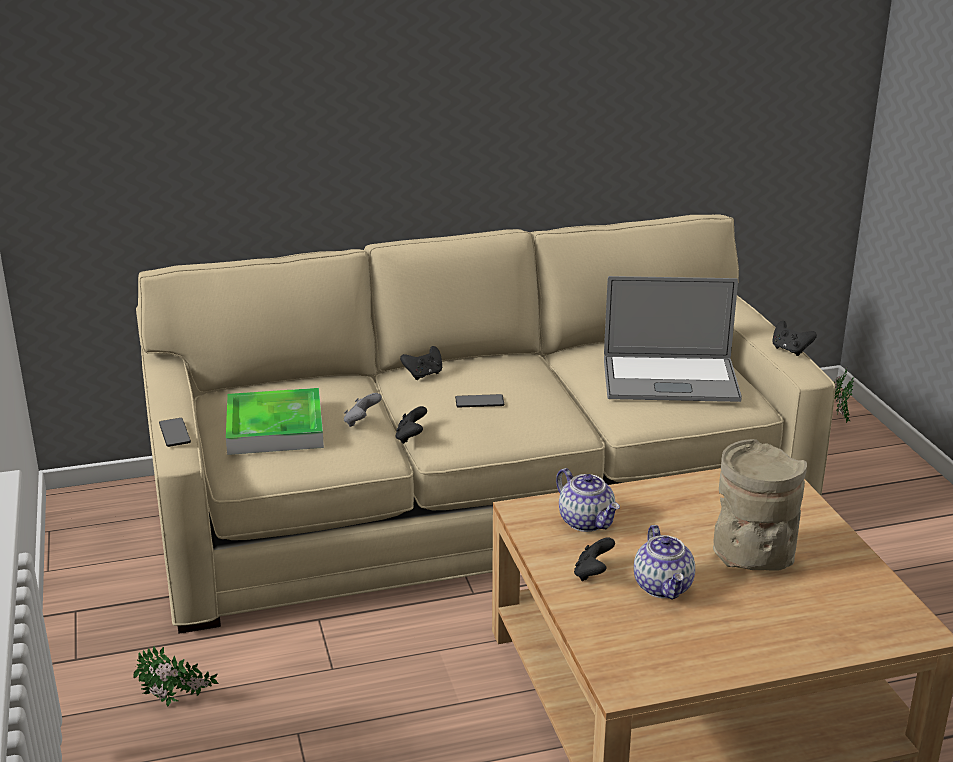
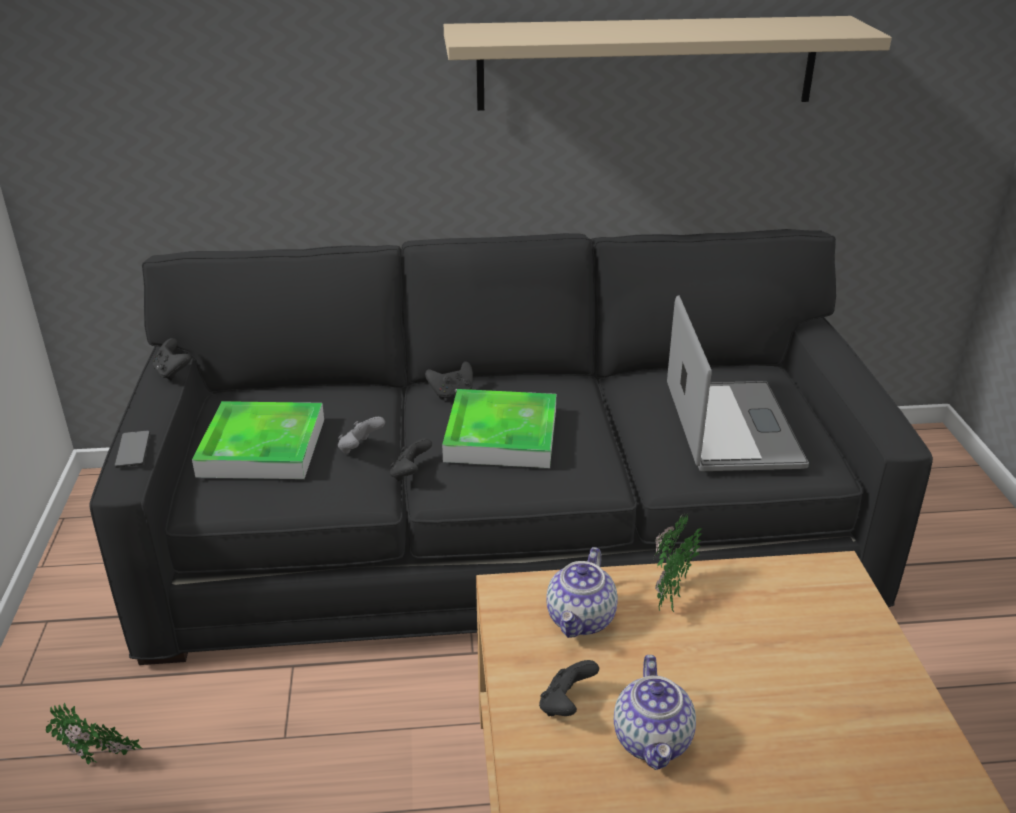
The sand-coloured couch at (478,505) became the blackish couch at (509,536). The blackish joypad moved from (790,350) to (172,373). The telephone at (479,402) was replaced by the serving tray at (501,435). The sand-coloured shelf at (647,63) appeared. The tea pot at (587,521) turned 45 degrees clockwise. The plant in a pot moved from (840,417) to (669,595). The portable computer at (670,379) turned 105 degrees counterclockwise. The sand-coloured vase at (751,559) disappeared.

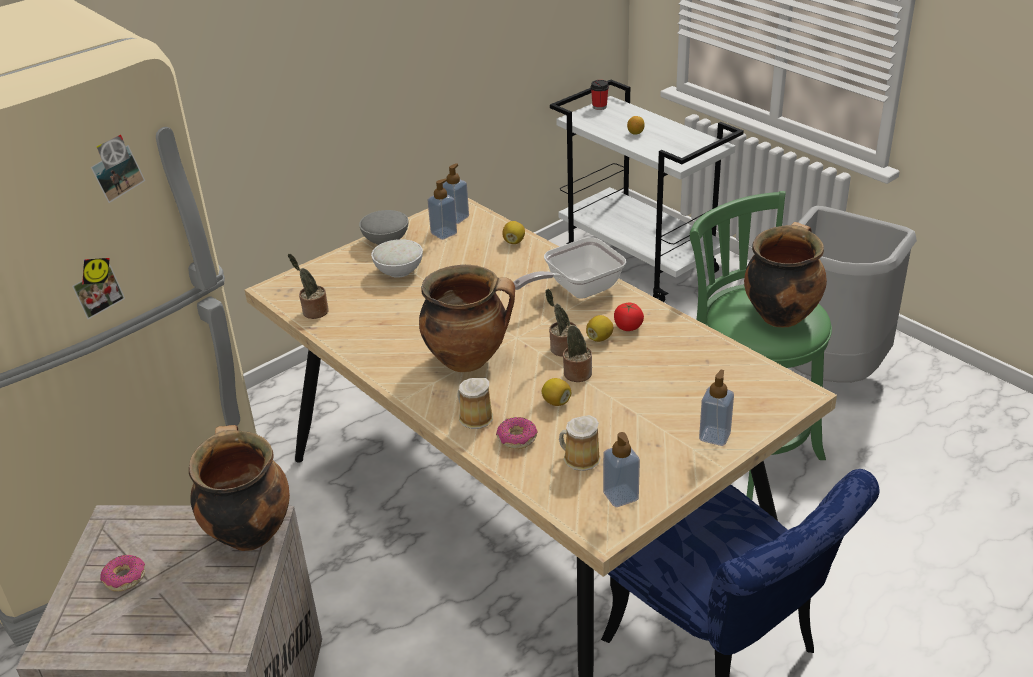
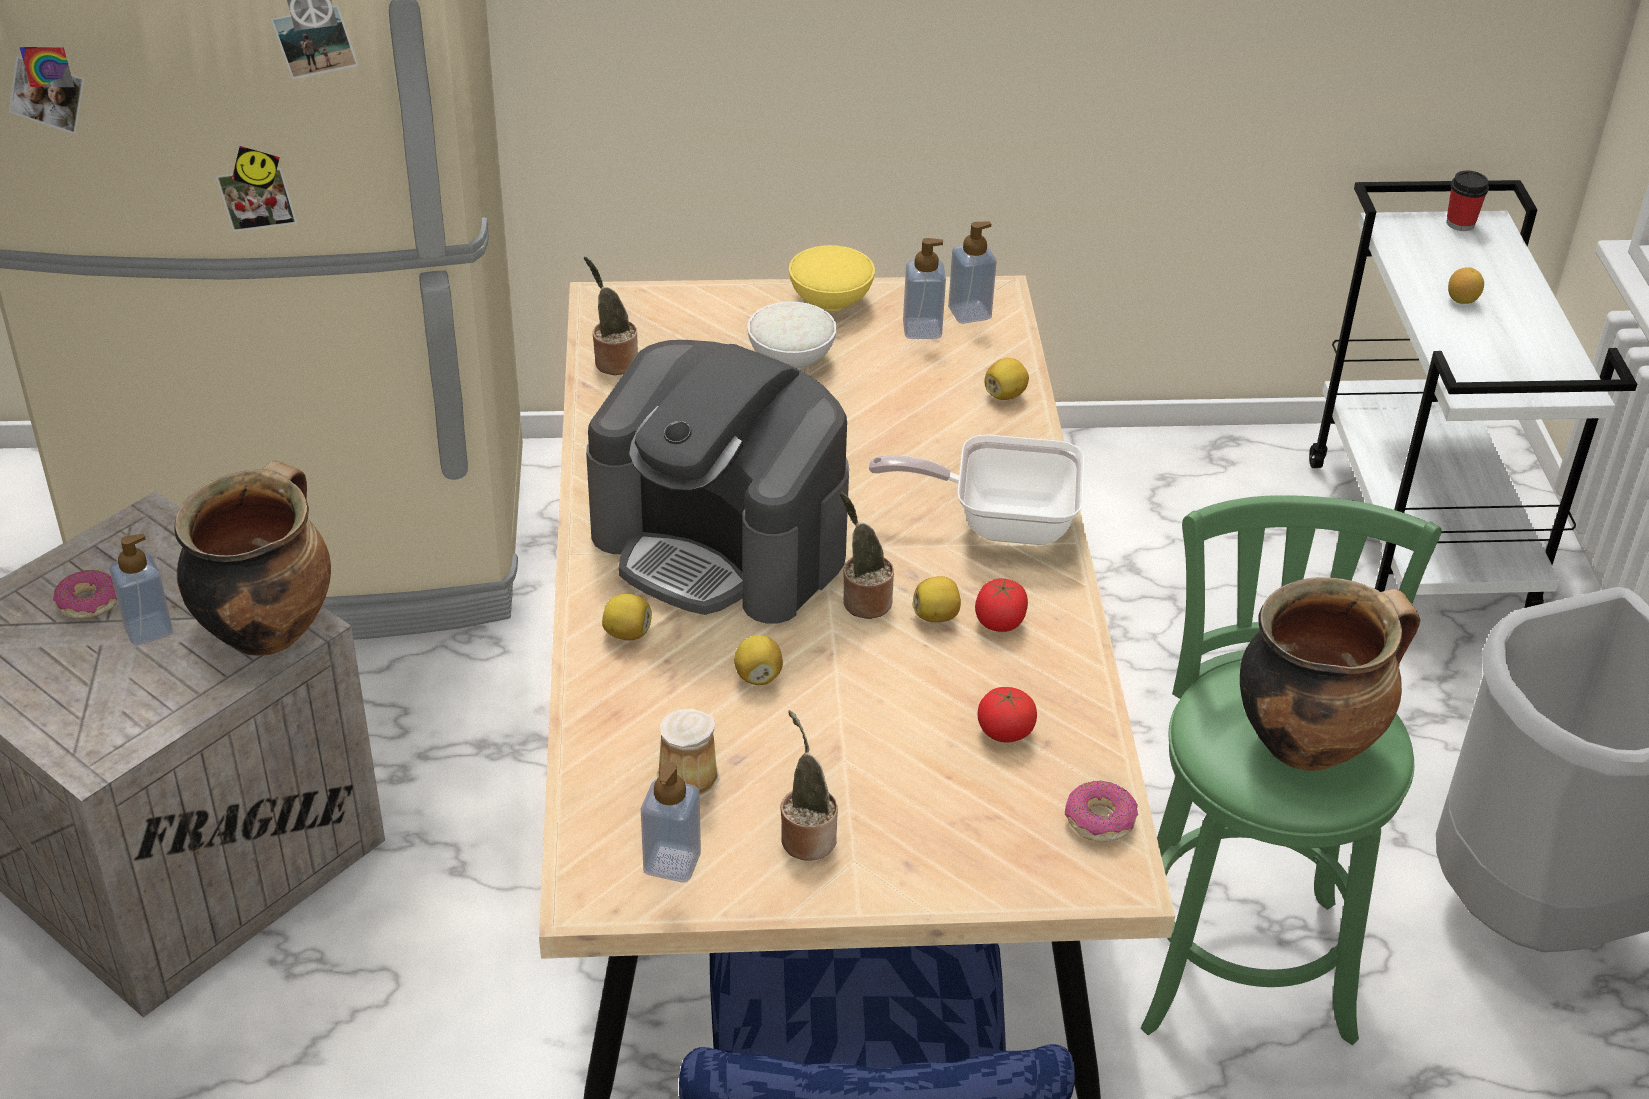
The soap dispenser moved from (714,436) to (148,629). The cooking pot at (469,359) was replaced by the coffee maker at (722,545). The tea mug at (474,417) was replaced by the whole lemon at (627,633). The plant in a pot moved from (575,373) to (806,837). The greyish deep dish at (385,240) became the yellowish deep dish at (830,299). The fresh tomato at (1005,732) appeared. The ring doughnut moved from (516,438) to (1099,820).

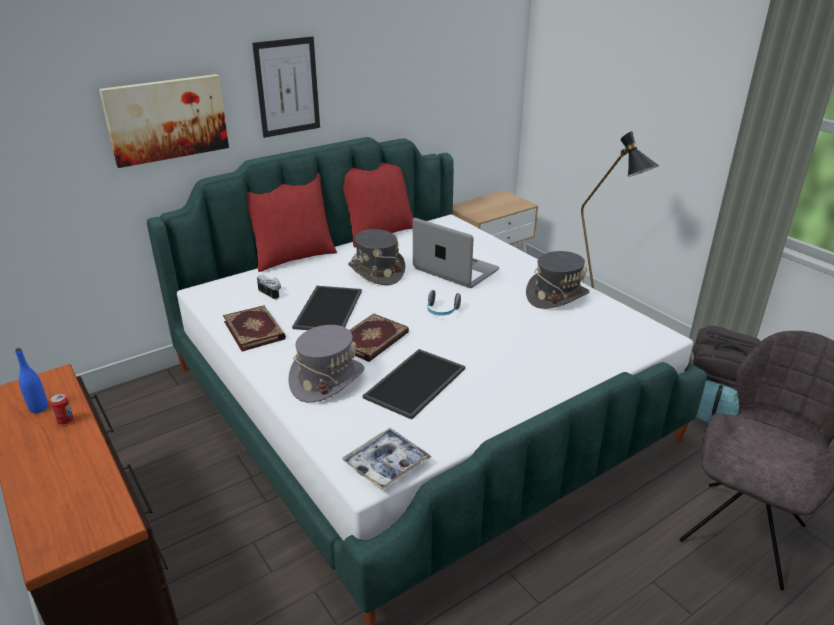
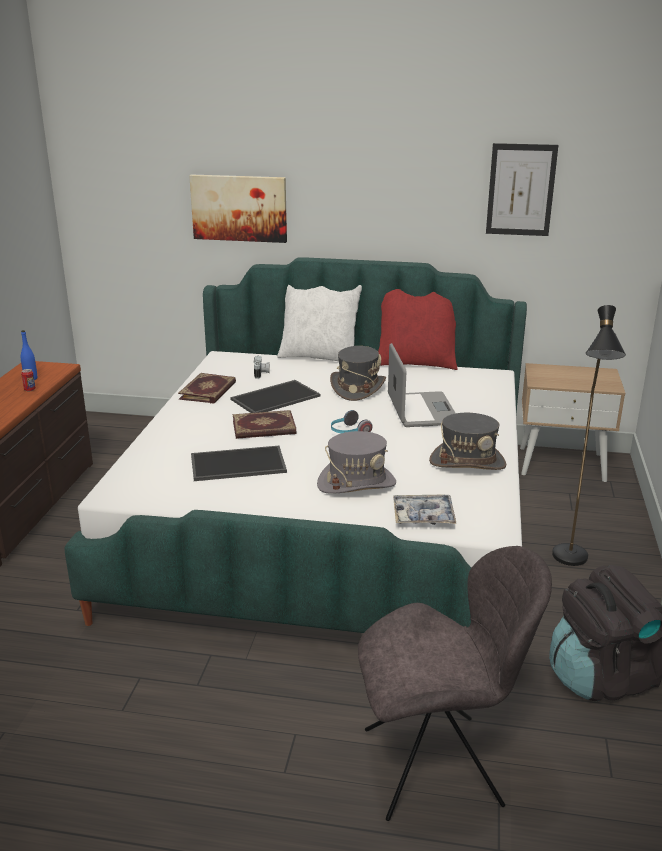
The reddish pillow at (293,257) became the white pillow at (319,357). The greyish clothing hat moved from (327,379) to (356,483). The serving tray moved from (386,464) to (423,516). The wall picture moved from (287,87) to (521,190).

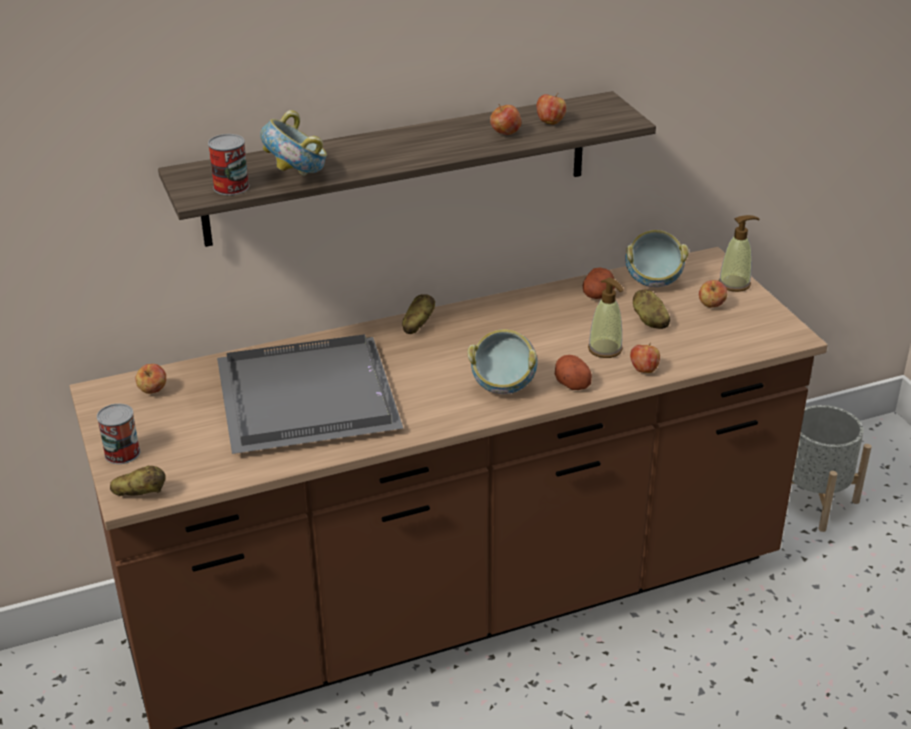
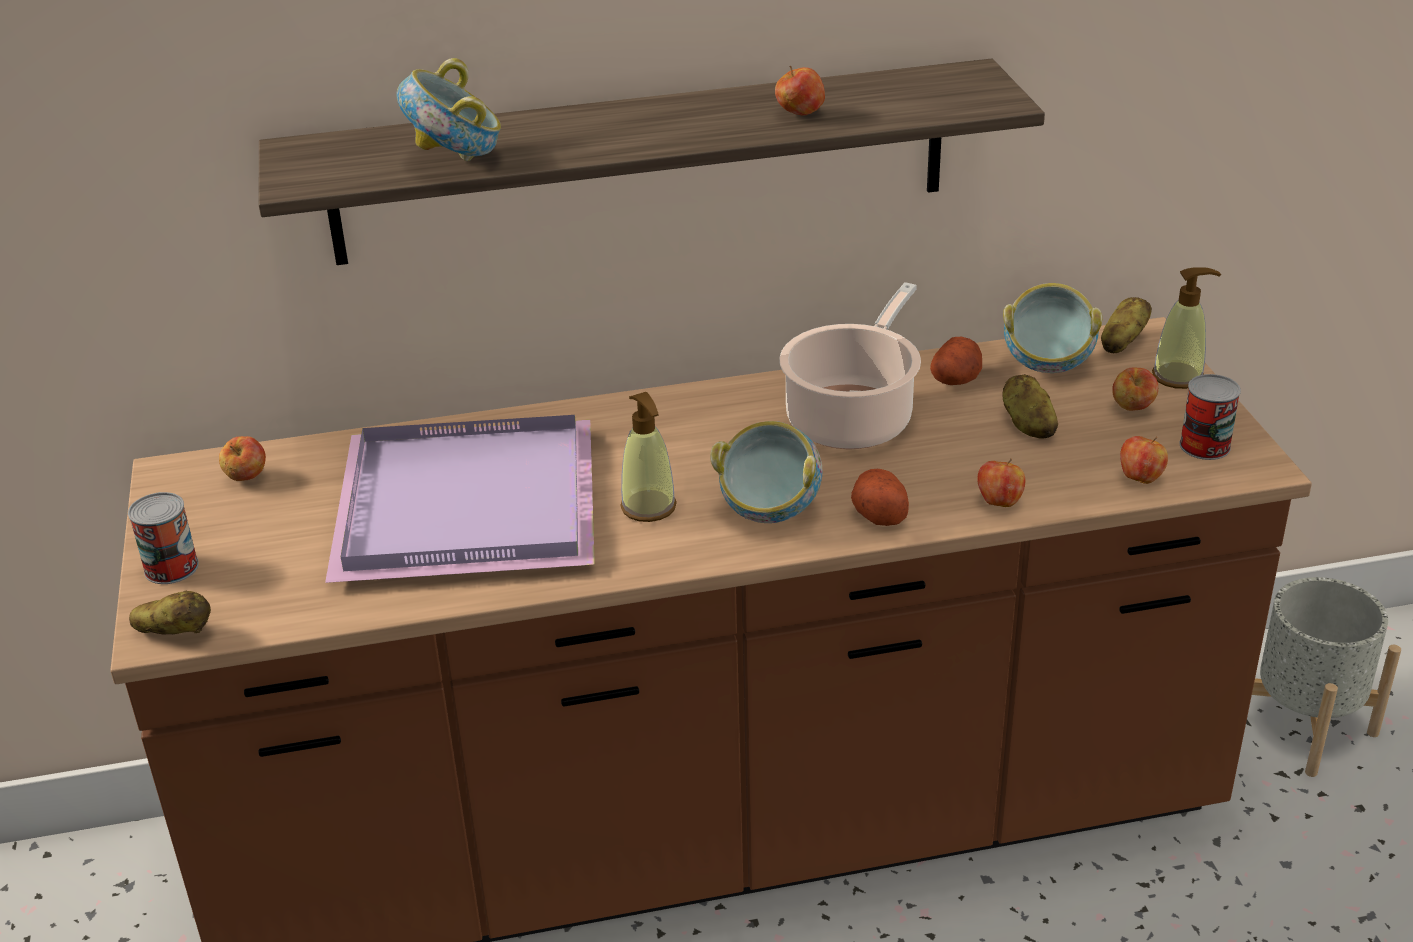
The greyish serving tray at (311,399) became the purple serving tray at (472,508). The soap dispenser moved from (605,349) to (649,507). The cooking pot at (853,417) appeared. The spud moved from (417,325) to (1122,342). The apple fruit moved from (550,122) to (1140,478). The sealed can moved from (231,187) to (1204,446).

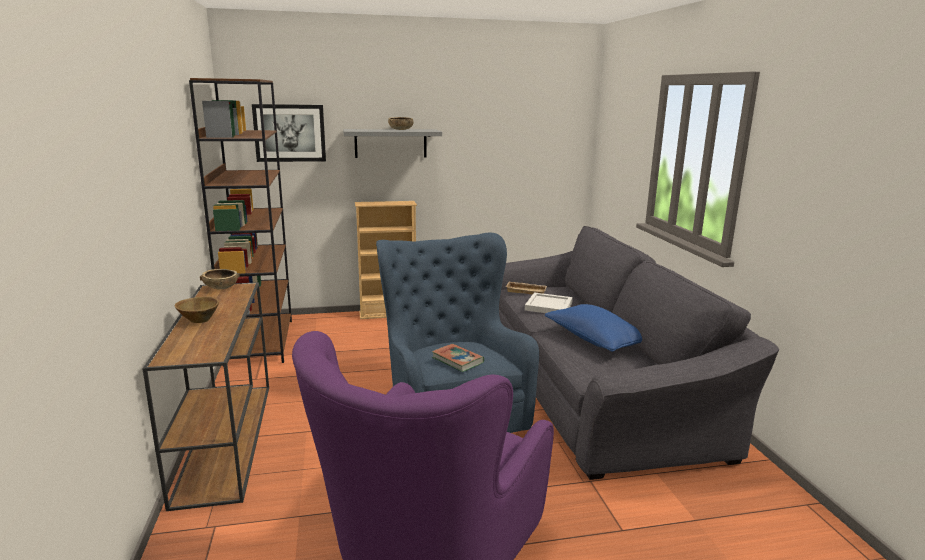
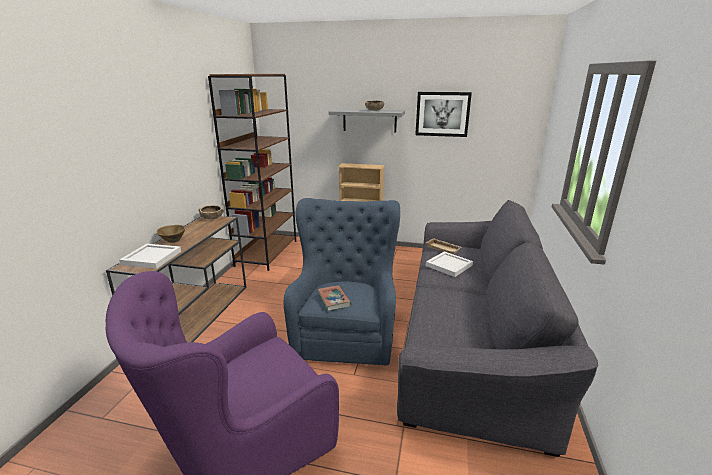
The white serving tray at (152,258) appeared. The wall picture moved from (290,133) to (442,114). The blue pillow at (595,340) disappeared.

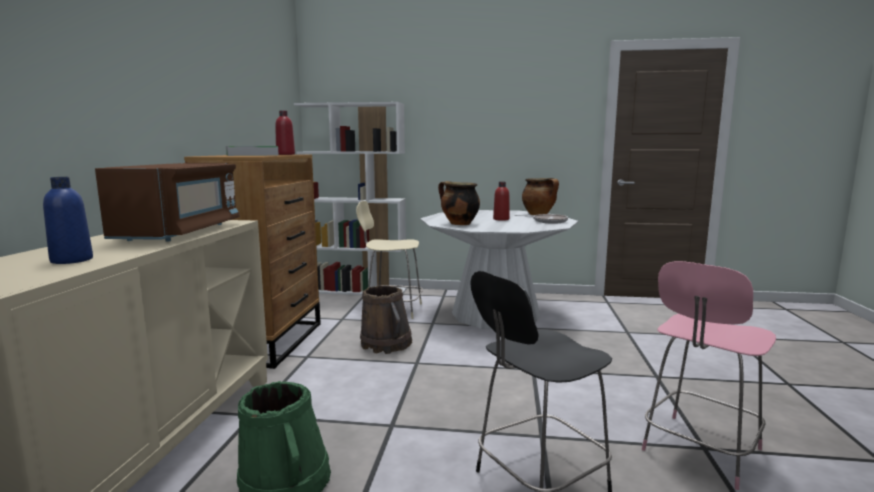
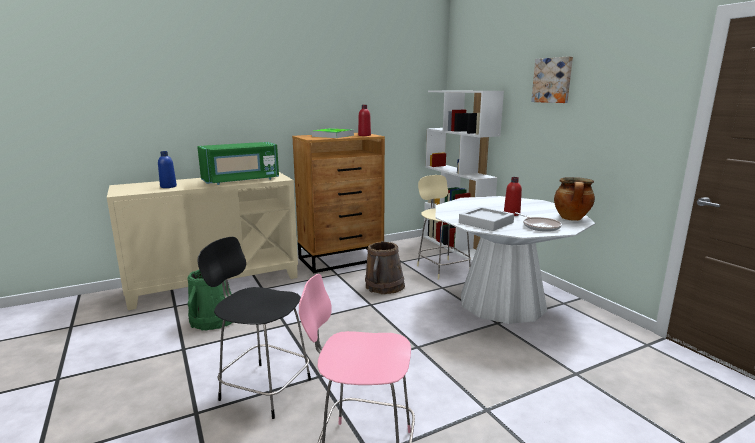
The brown microwave at (181,232) became the greenish microwave at (241,180). The greyish serving tray at (486,223) appeared. The wall picture at (553,80) appeared. The cooking pot at (458,224) disappeared.

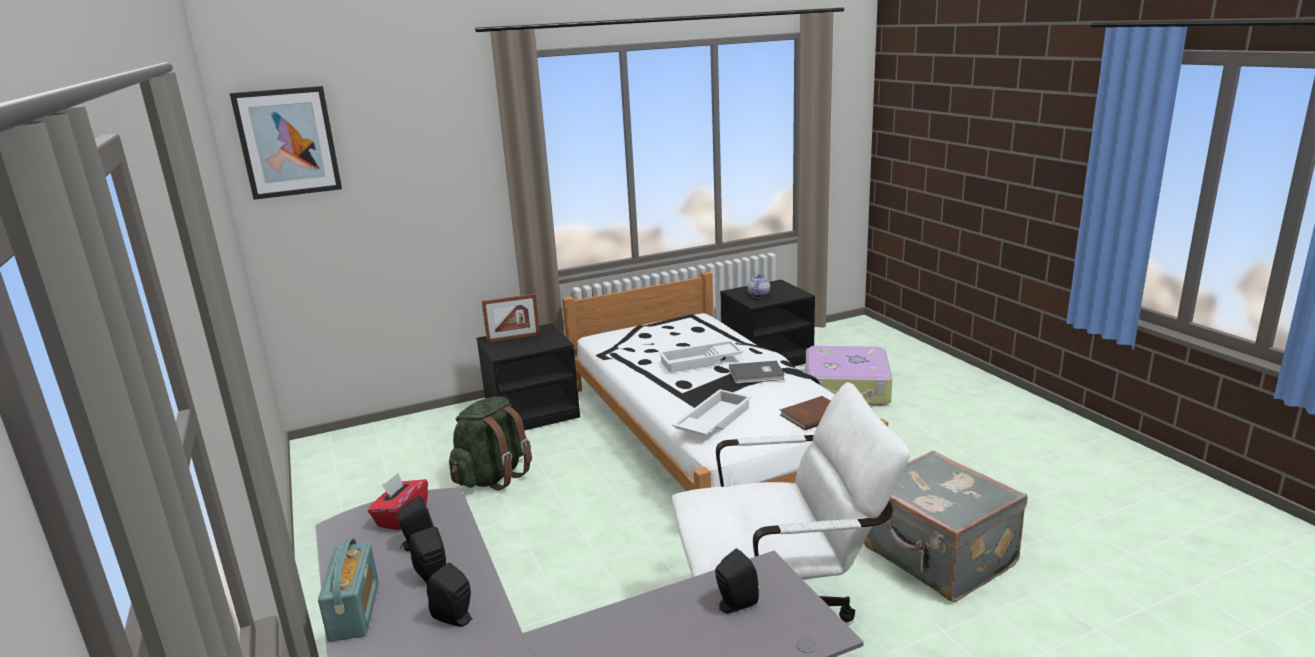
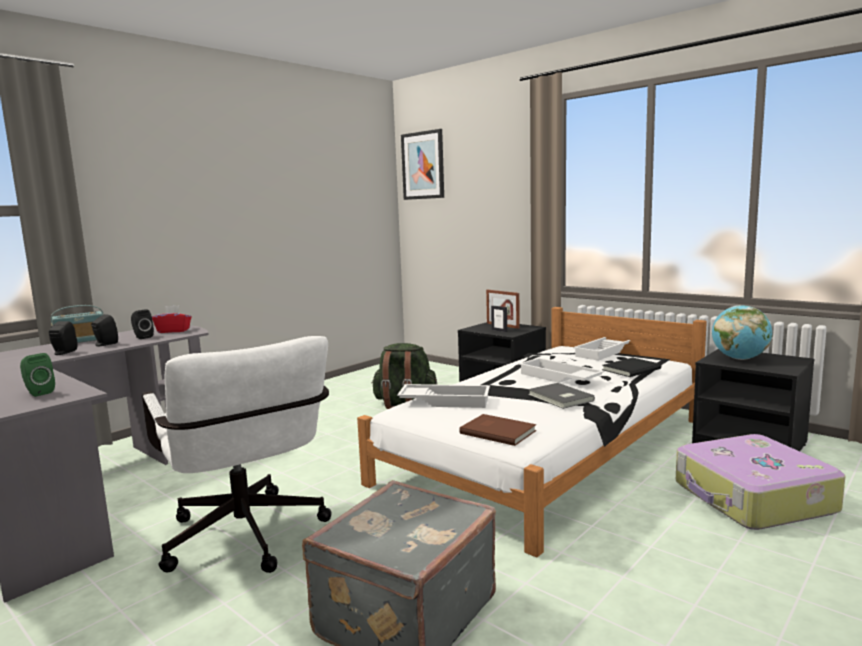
The blackish audio speaker at (734,604) became the greenish audio speaker at (38,392). The standing frame at (499,330) appeared. The white serving tray at (605,352) appeared. The blackish volume at (629,369) appeared. The tea pot at (758,295) was replaced by the globe at (739,358).

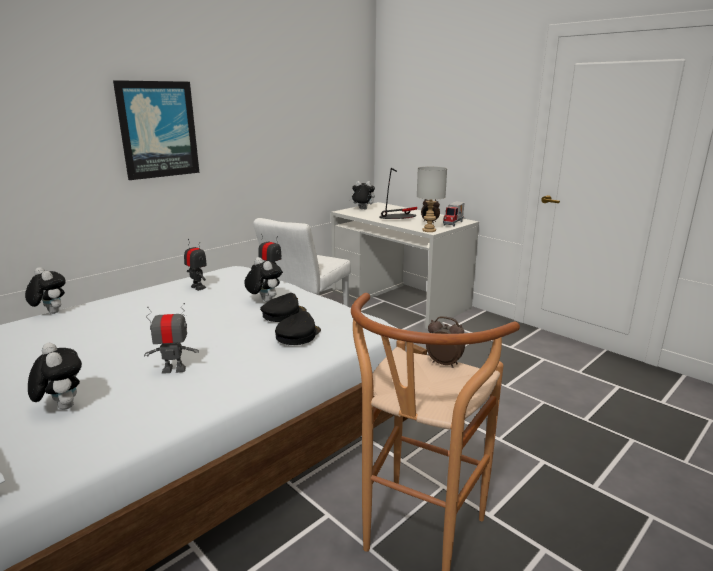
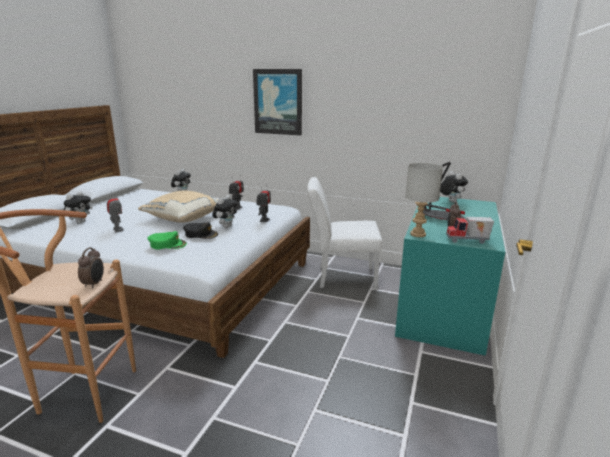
The sand-coloured pillow at (184,218) appeared. The blackish baseball cap at (297,335) became the greenish baseball cap at (167,244). The white desk table at (399,300) became the blue-green desk table at (443,306).

